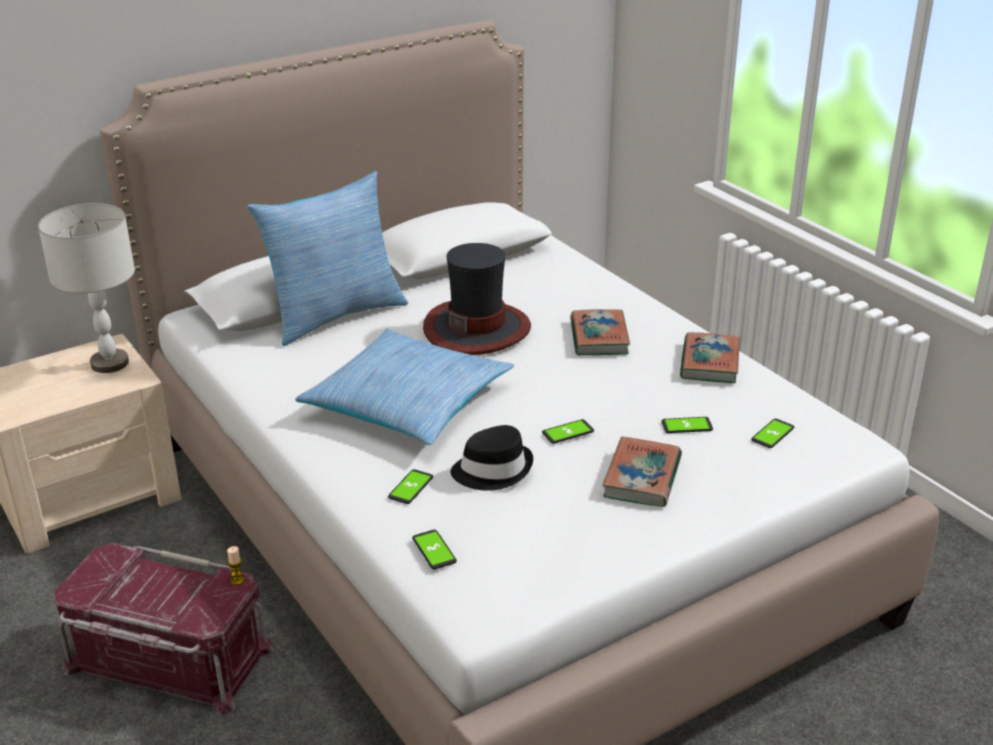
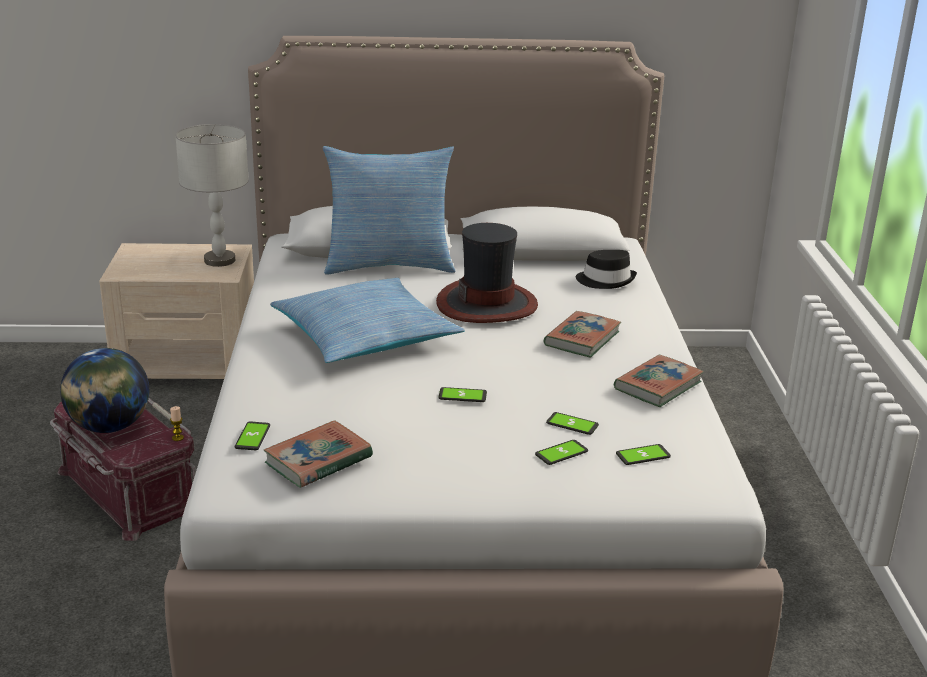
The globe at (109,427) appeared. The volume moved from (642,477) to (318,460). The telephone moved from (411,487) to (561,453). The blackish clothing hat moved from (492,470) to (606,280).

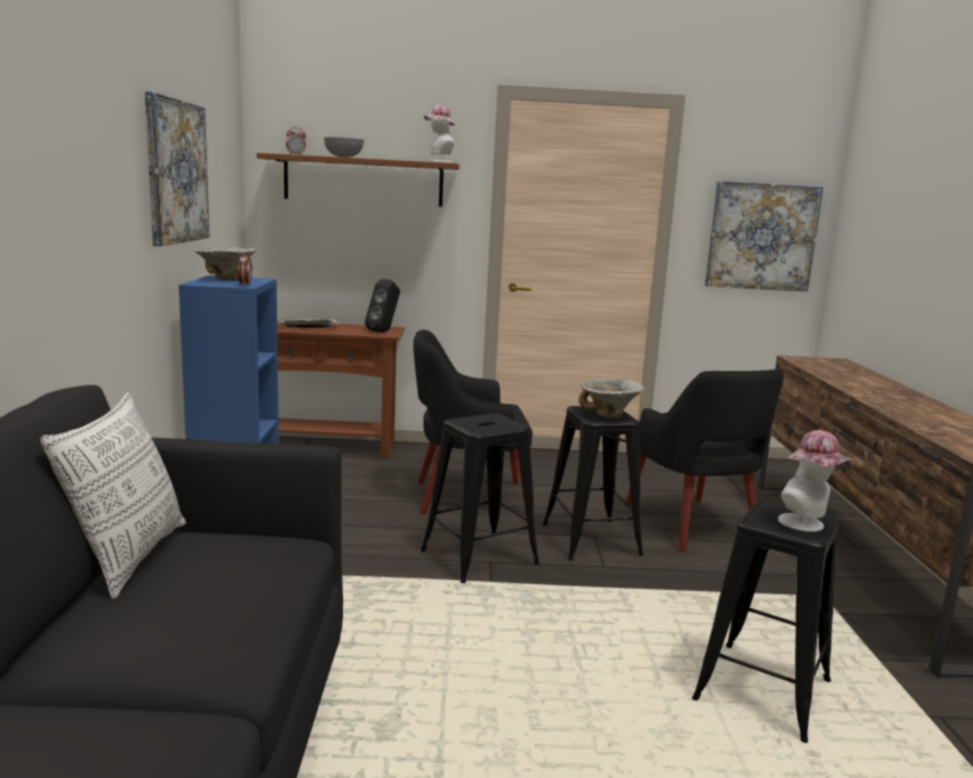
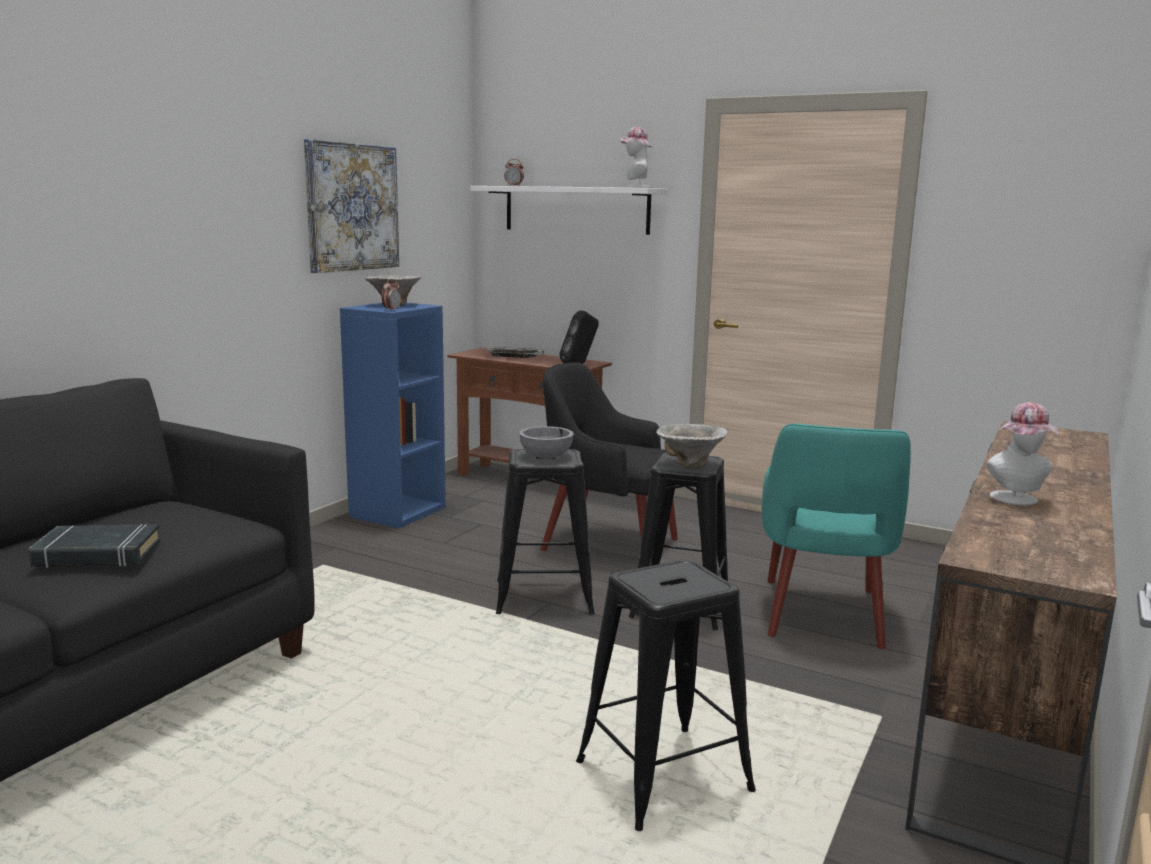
The blackish volume at (97,554) appeared. The brown shelf at (363,181) became the white shelf at (576,209). The greyish deep dish moved from (344,157) to (546,456). The blackish easy chair at (692,526) became the blue-green easy chair at (822,614). The clothing hat moved from (806,525) to (1017,500). The pillow at (129,558) disappeared. The wall picture at (761,236) disappeared.

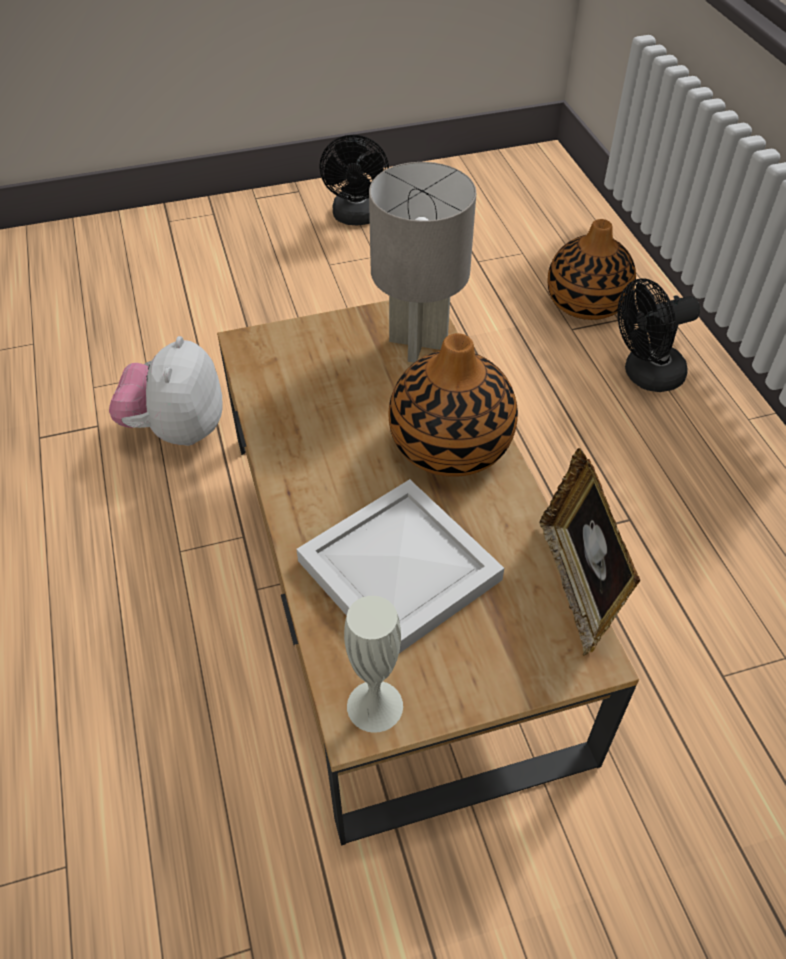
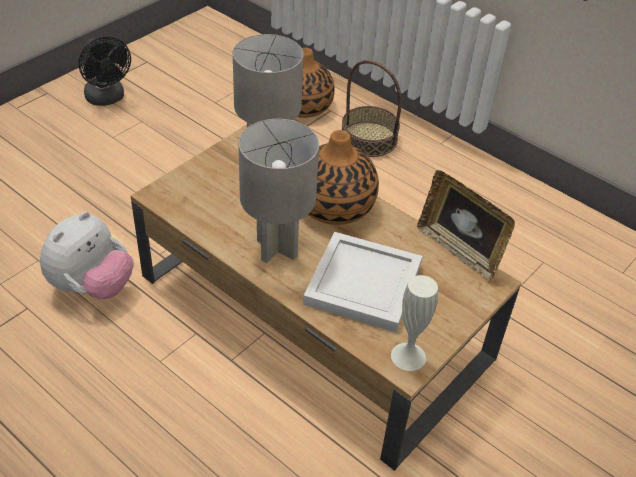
The plush toy at (177,430) turned 120 degrees counterclockwise. The greyish tabletop lamp at (277,249) appeared. The blackish fan at (645,376) was replaced by the household basket at (369,139).

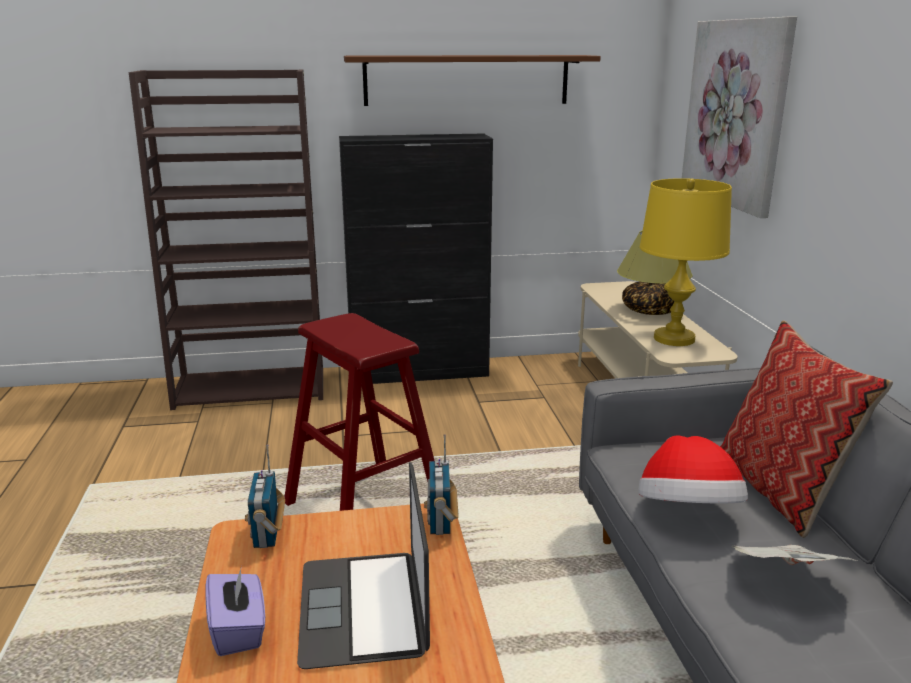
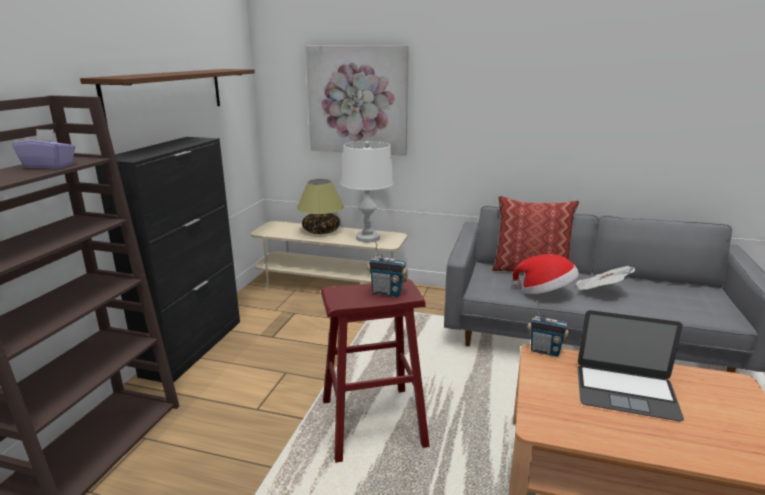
The purple tissue box moved from (238,630) to (49,166). The yellowish tabletop lamp at (674,339) became the white tabletop lamp at (368,238). The radio receiver moved from (267,535) to (387,292).

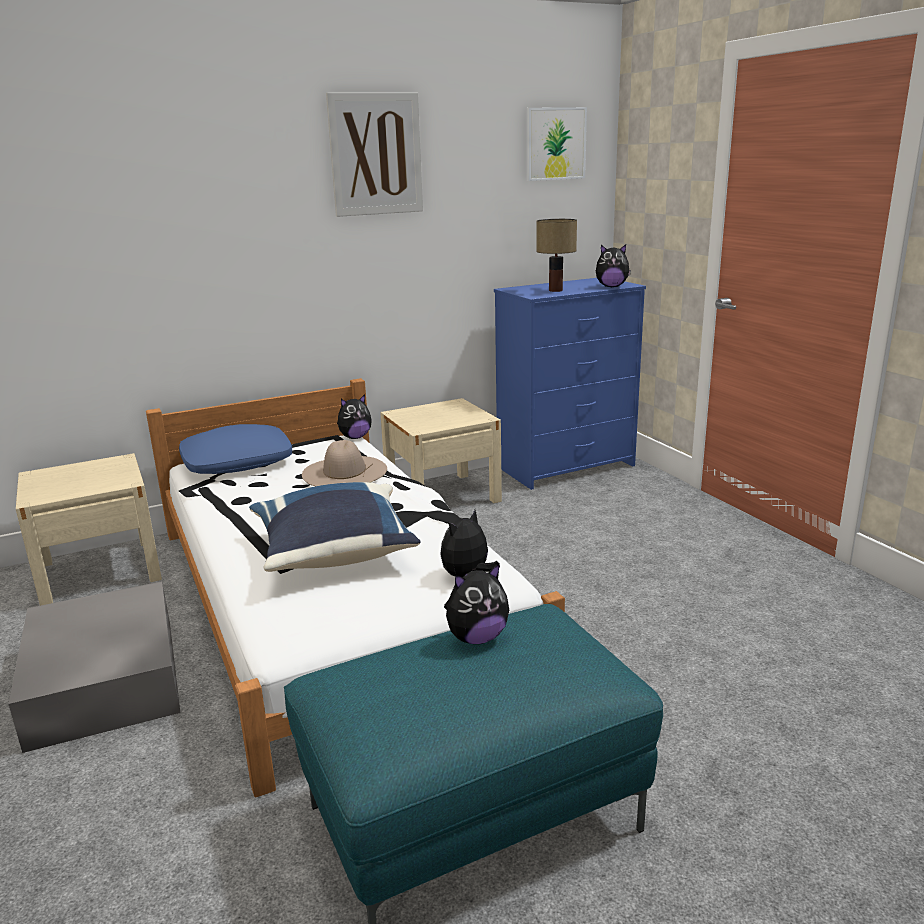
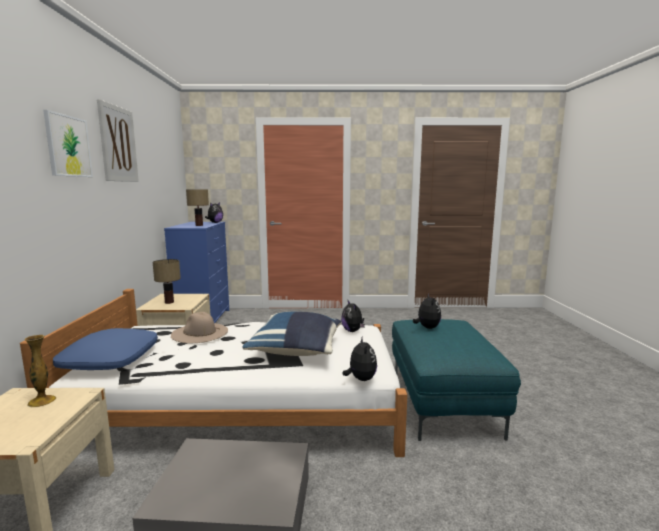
The vase at (42,401) appeared. The wall picture moved from (555,144) to (68,146). The tabletop lamp at (169,302) appeared. The plush toy moved from (355,437) to (360,379).

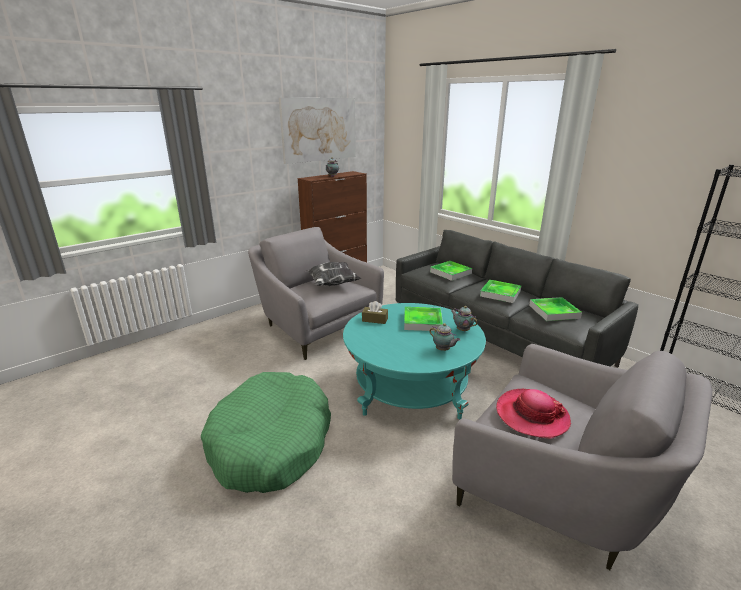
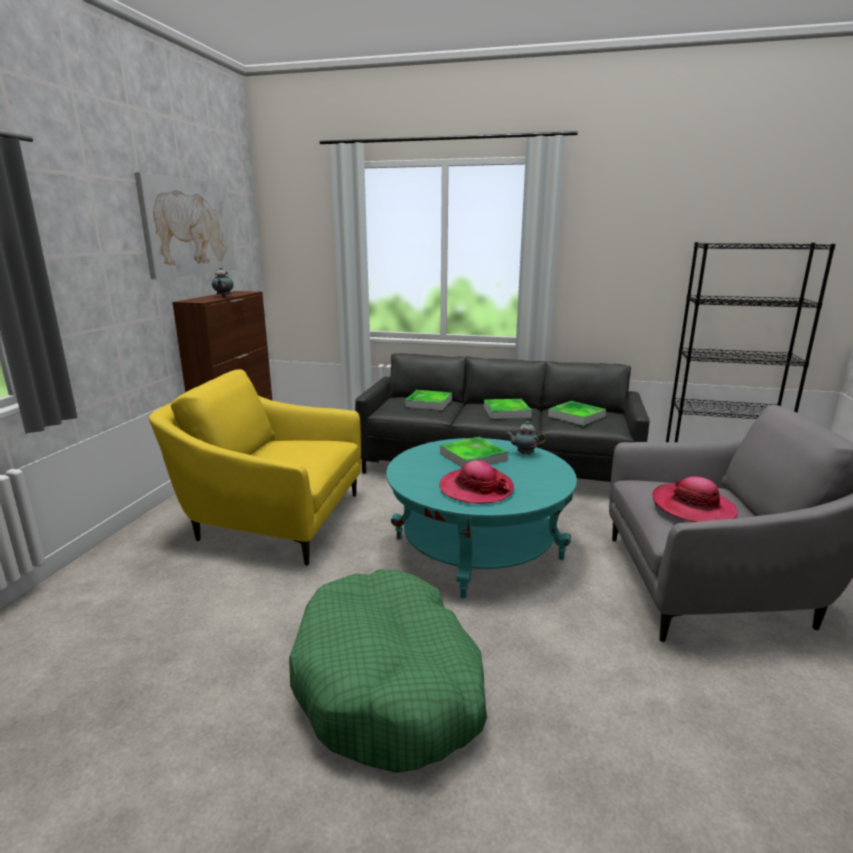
The greyish easy chair at (316,326) became the yellowish easy chair at (272,520). The clothing hat at (476,489) appeared. The pillow at (330,284) disappeared. The brown tissue box at (375,320) disappeared. The tea pot at (443,350) disappeared.

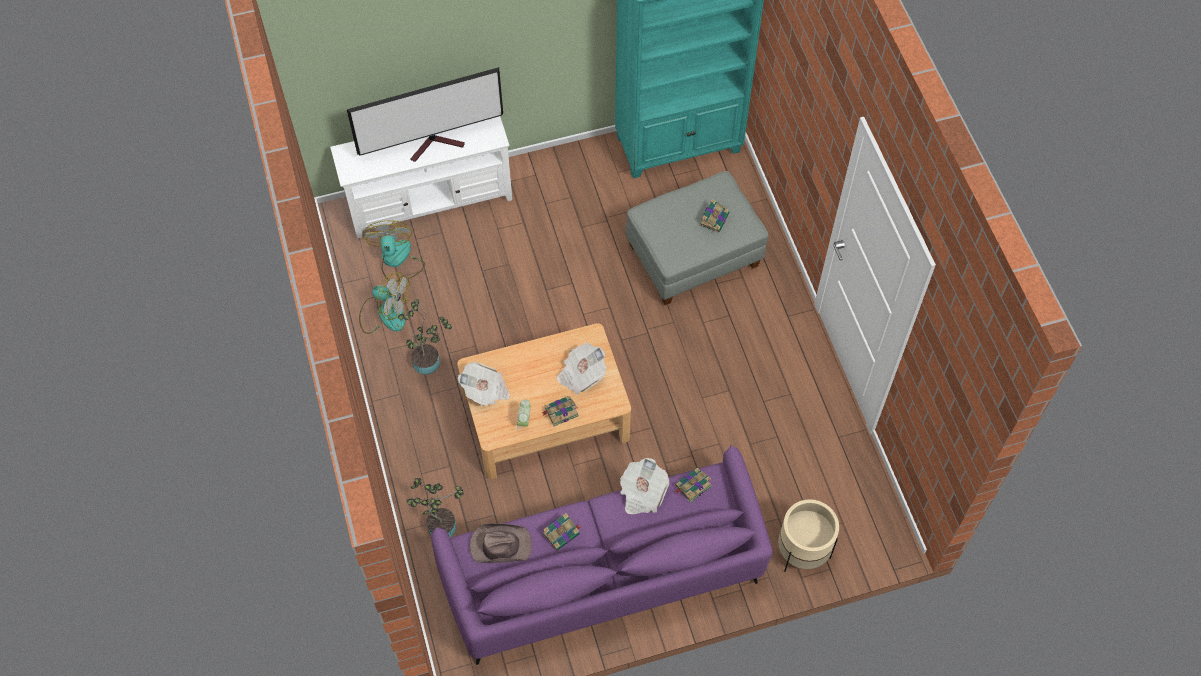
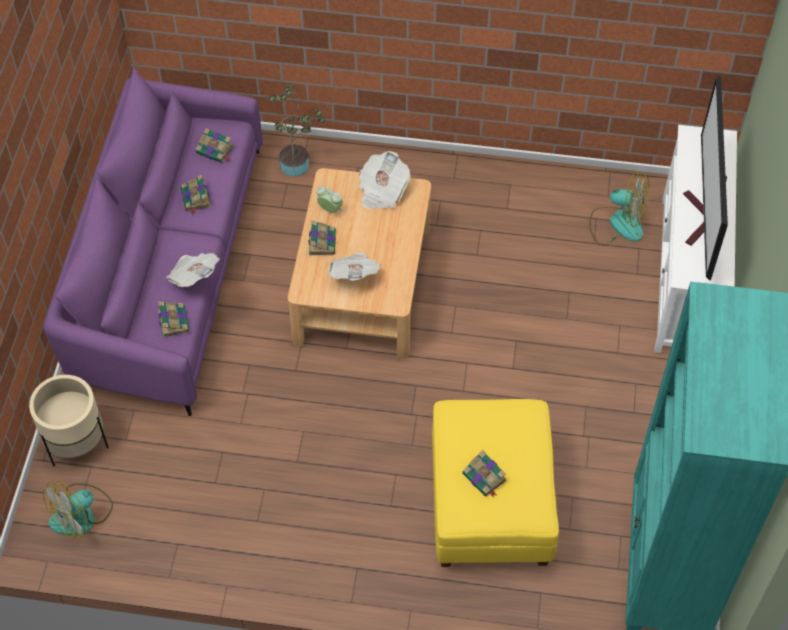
The fan moved from (385,313) to (81,515). The brown clothing hat at (500,545) was replaced by the volume at (215,150). The greyish ottoman at (693,255) became the yellowish ottoman at (491,504). The plant in a pot at (429,361) disappeared.

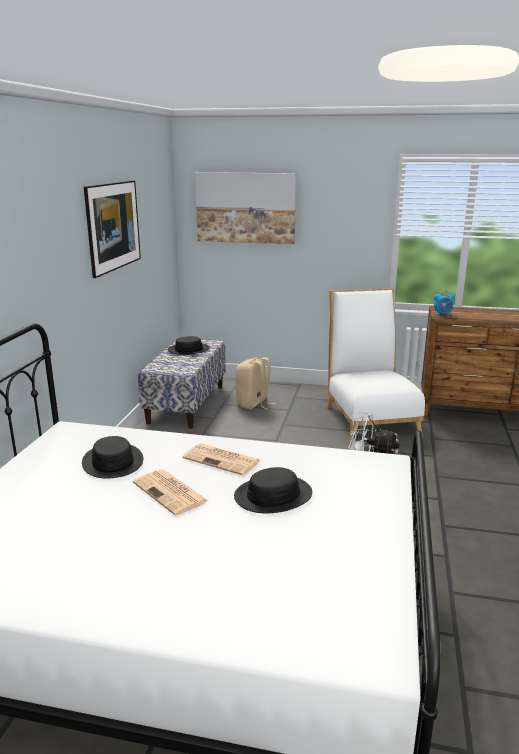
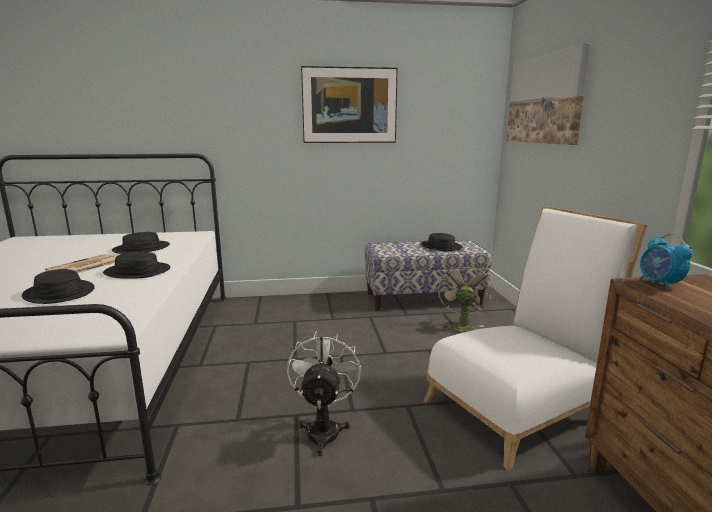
The printed paper at (222,460) was replaced by the blackish clothing hat at (137,271). The sand-coloured knapsack at (253,404) was replaced by the sand-coloured fan at (462,326).

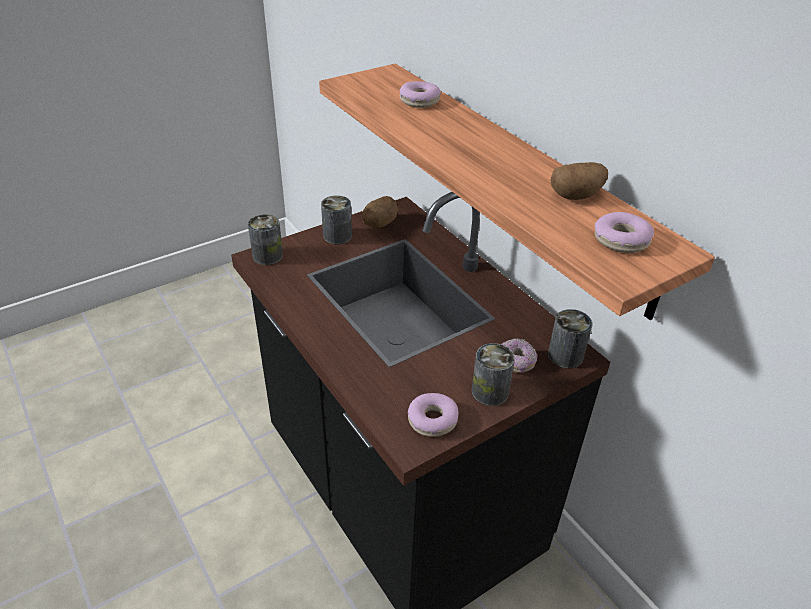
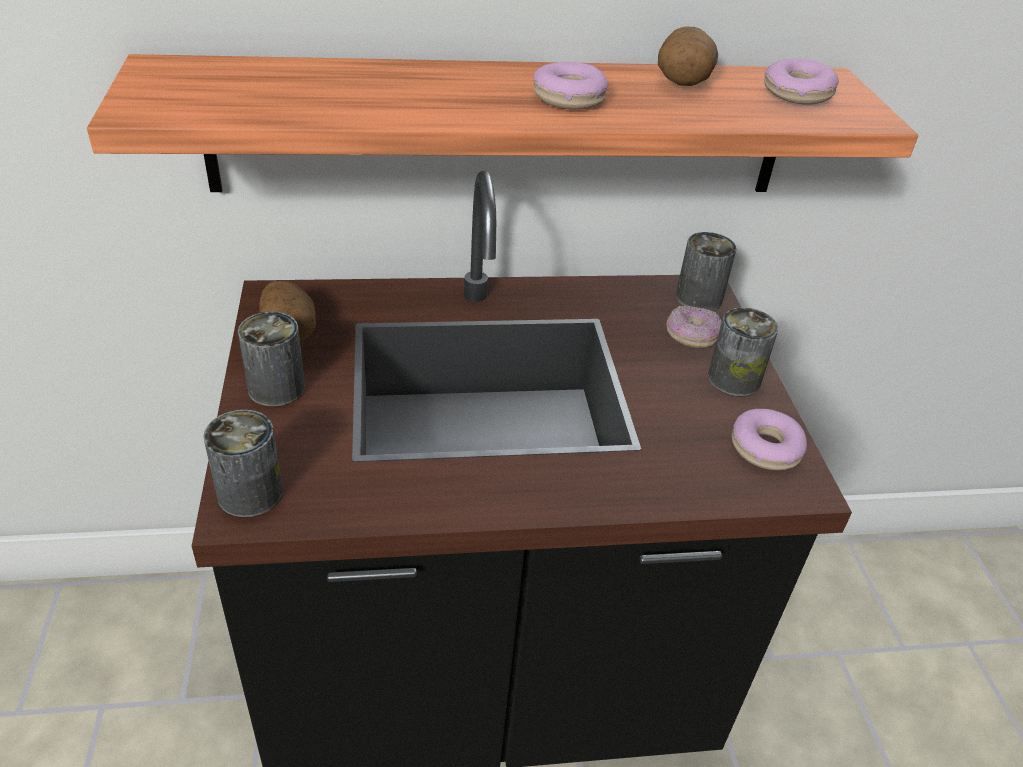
The ring doughnut moved from (419,101) to (568,98).

